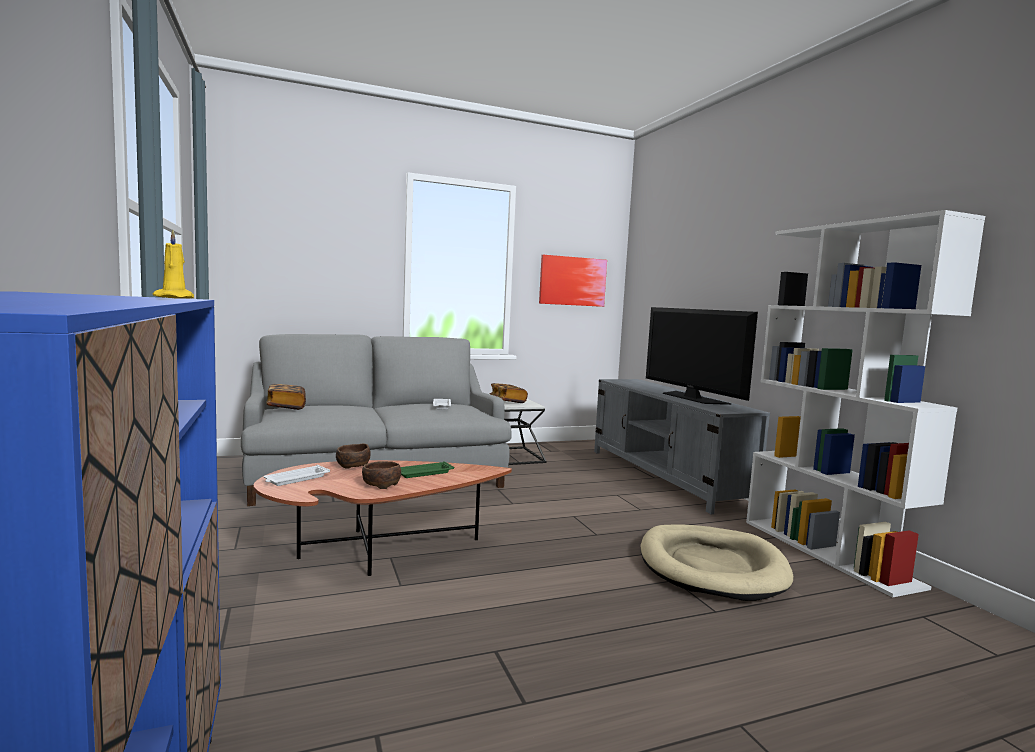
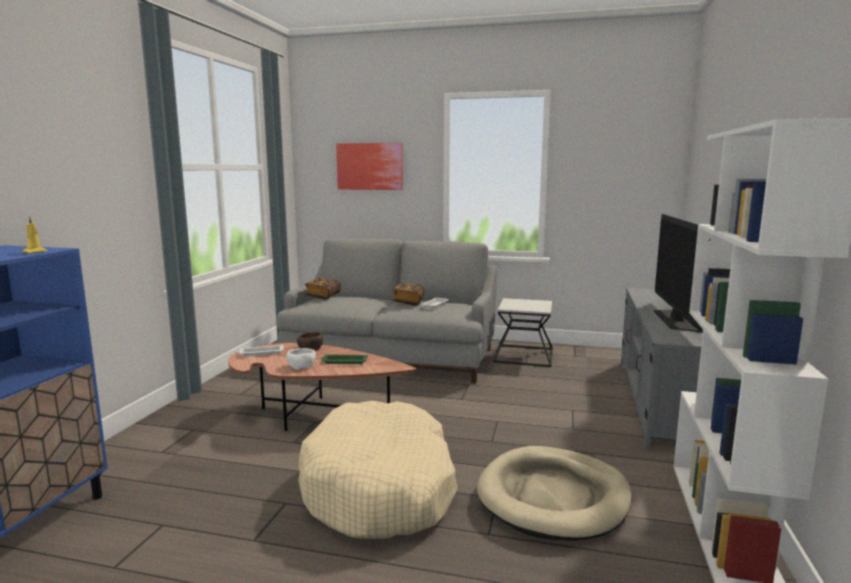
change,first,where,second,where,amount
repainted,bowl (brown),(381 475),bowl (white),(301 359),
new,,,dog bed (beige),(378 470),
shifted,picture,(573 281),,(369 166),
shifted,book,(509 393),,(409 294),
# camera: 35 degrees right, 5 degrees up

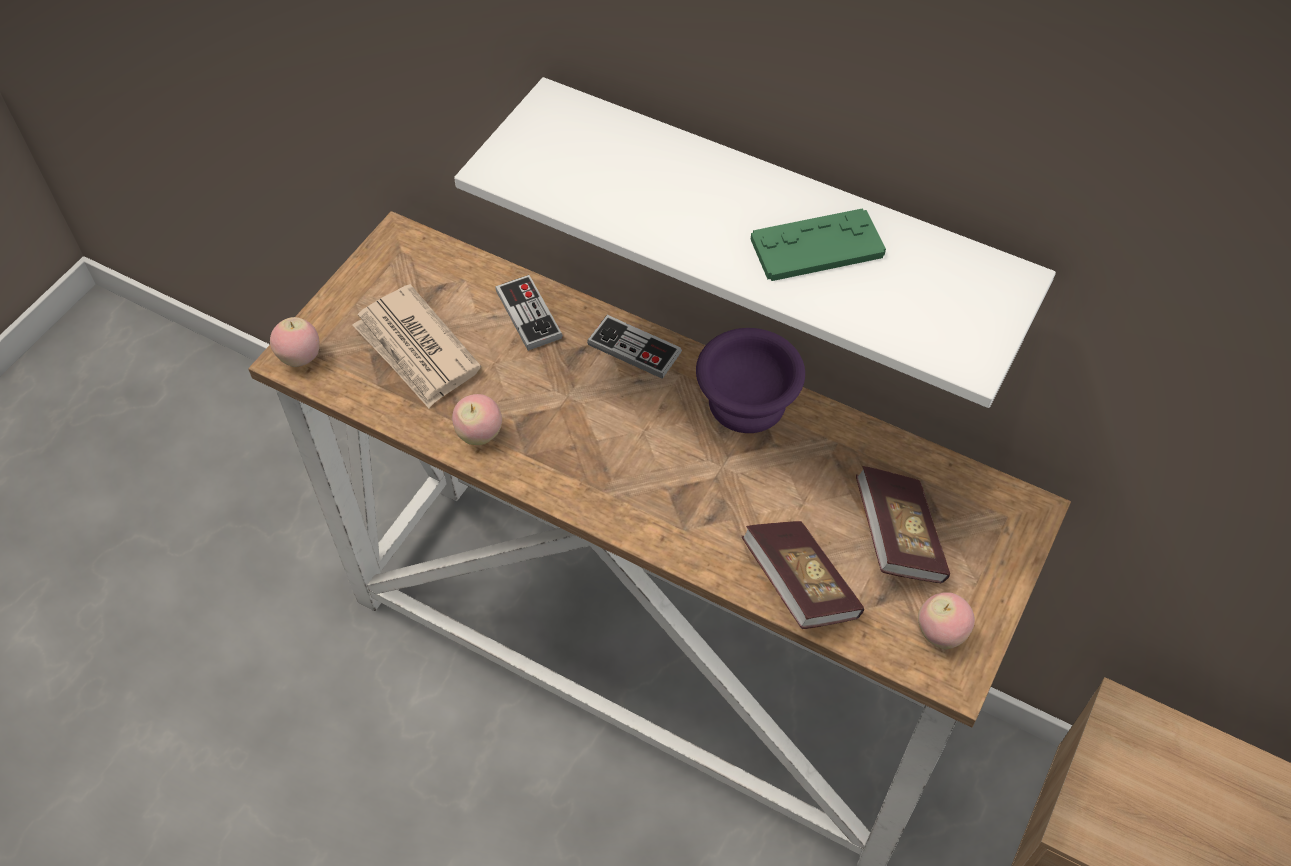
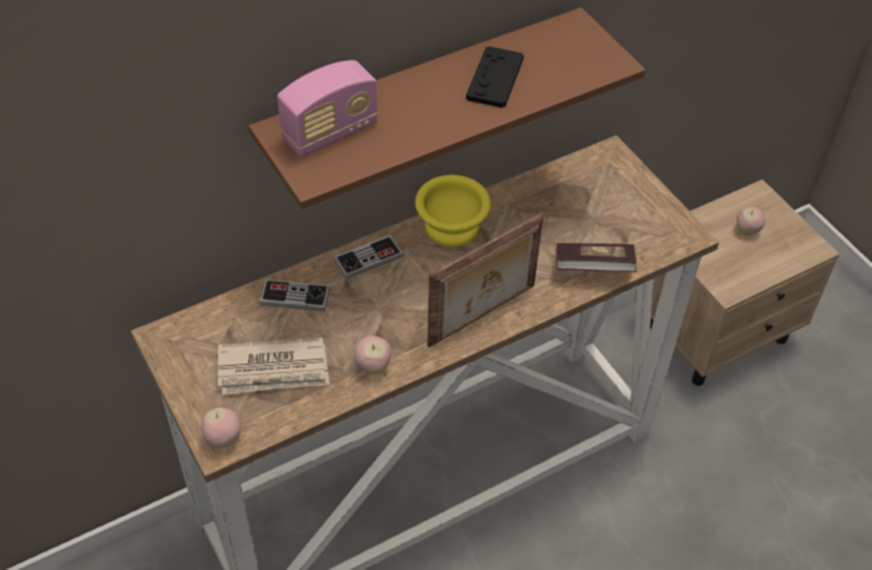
change,first,where,second,where,amount
repainted,shelf (white),(755 242),shelf (brown),(447 108),
new,,,radio,(327 108),
repainted,bowl (purple),(750 380),bowl (yellow),(453 211),
new,,,picture frame,(485 279),
repainted,game controller (green),(818 244),game controller (black),(495 77),
shifted,apple,(946 620),,(751 220),
gone,book,(903 524),,,
# camera: 60 degrees left, 5 degrees down

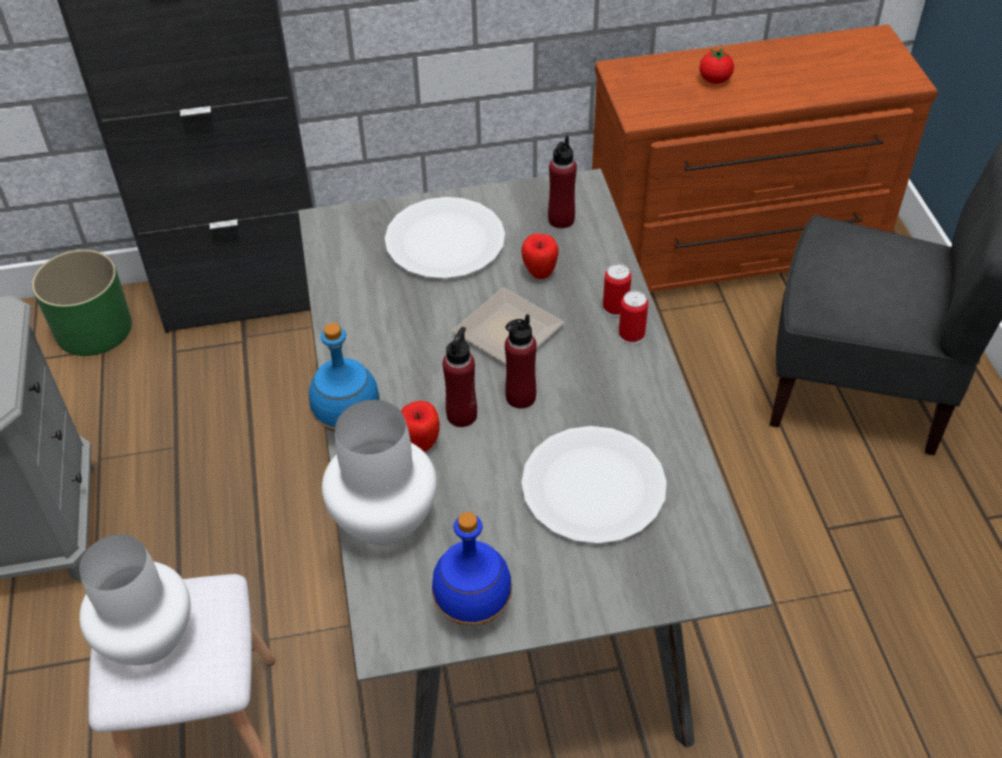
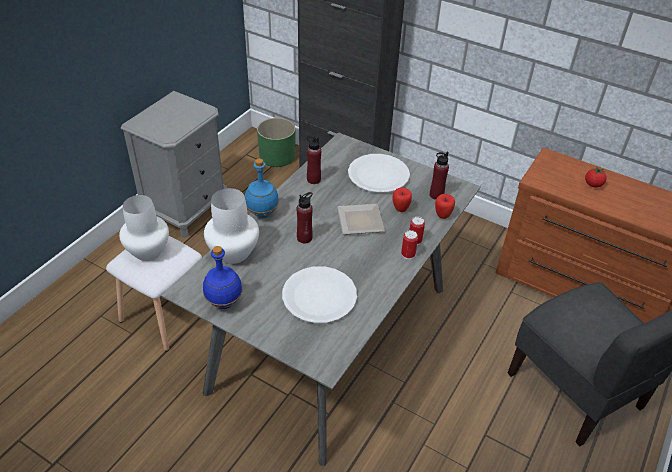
change,first,where,second,where,amount
shifted,bottle (red),(521 361),,(314 160),
shifted,apple,(420 426),,(445 206),
# camera: 40 degrees right, 5 degrees down

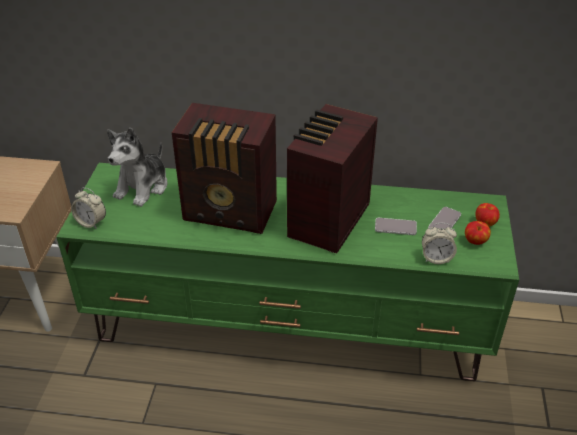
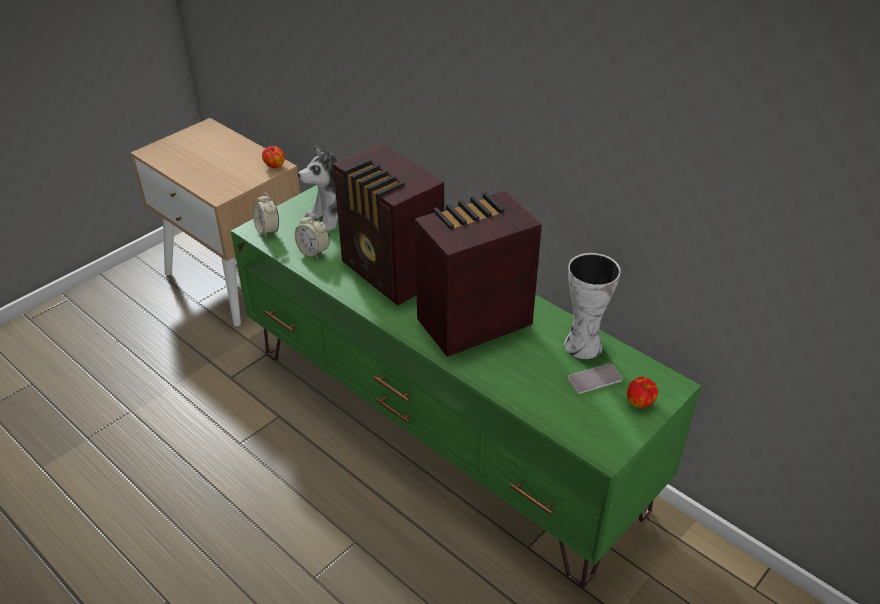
change,first,where,second,where,amount
shifted,apple,(478 233),,(273 157),
shifted,alarm clock,(439 243),,(312 236),
new,,,vase,(592 306),
gone,phone,(396 226),,,
# camera: 35 degrees right, 0 degrees up

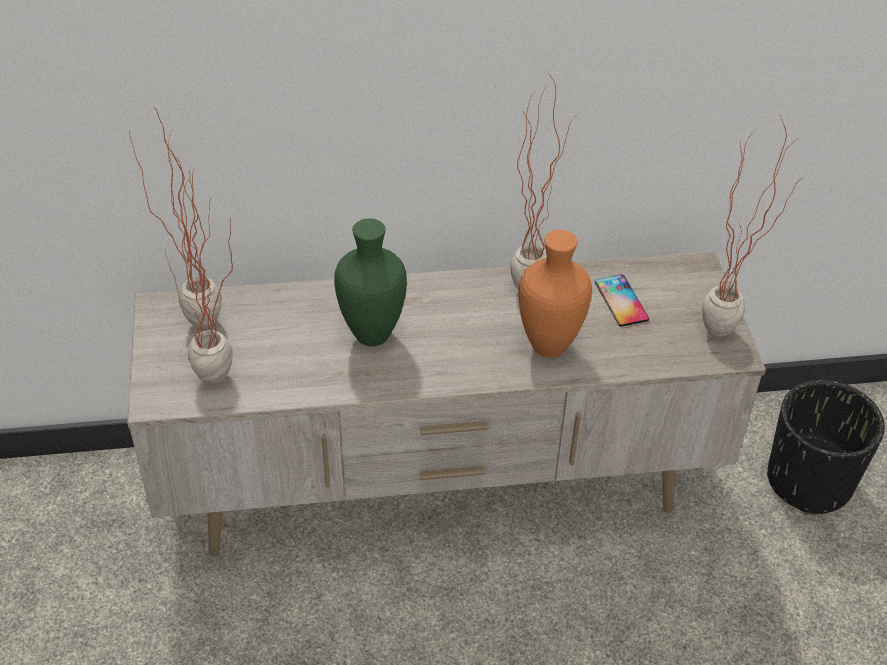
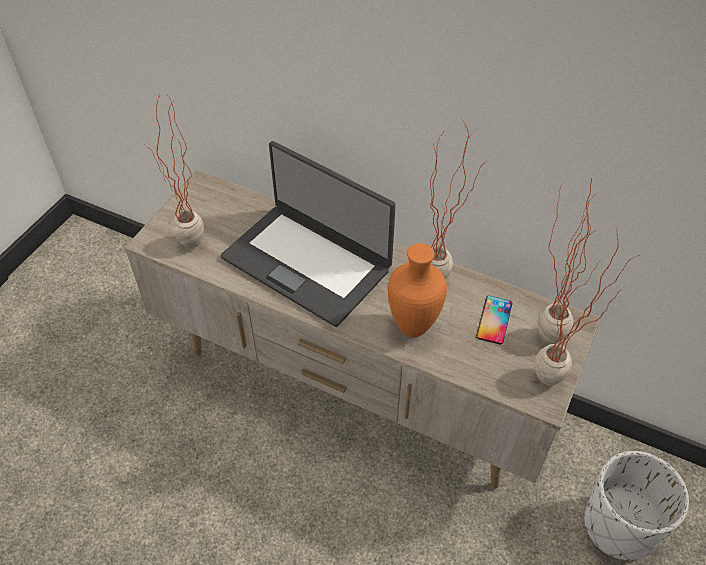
change,first,where,second,where,amount
swapped,vase (green),(370 282),laptop,(308 234),
shifted,potted plant,(175 219),,(569 261),
repainted,planter (black),(826 447),planter (white),(636 505),
# camera: 35 degrees right, 5 degrees up

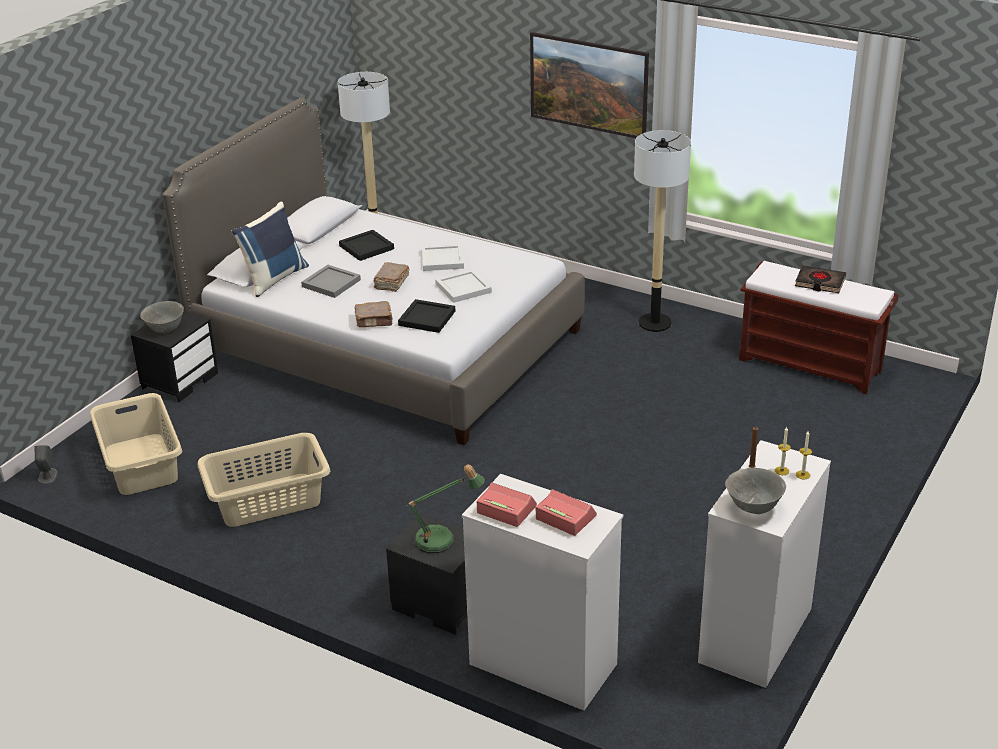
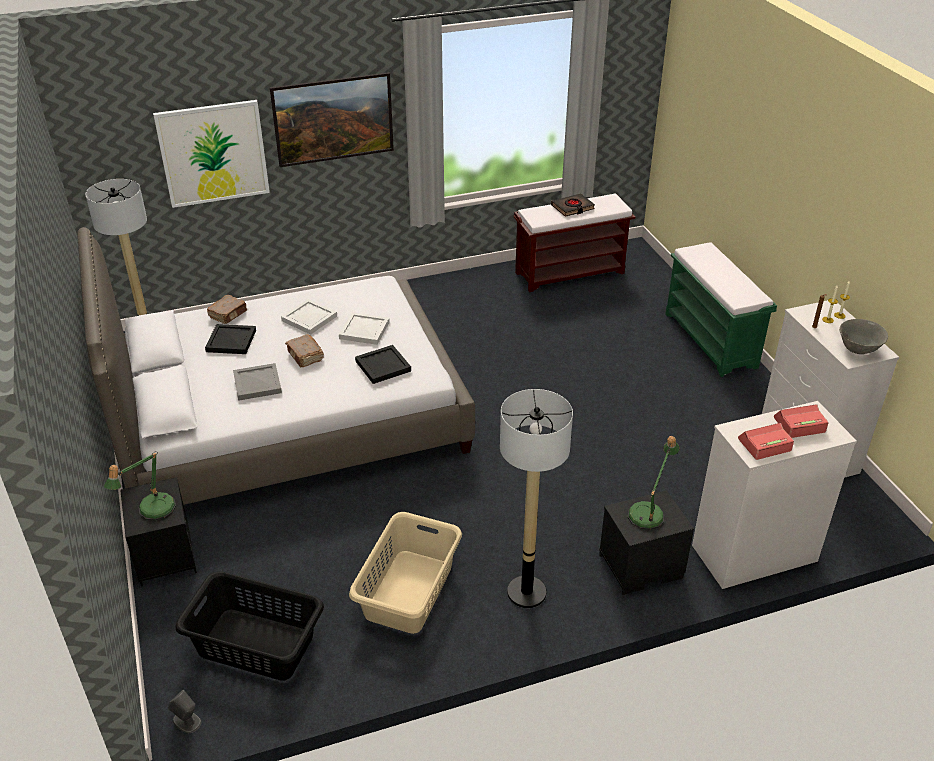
change,first,where,second,where,amount
swapped,bowl (grey),(162 317),table lamp,(140 486),
new,,,picture,(211 154),
repainted,laundry basket (beige),(136 444),laundry basket (black),(250 626),
shifted,book (brown),(374 314),,(227 309),
shifted,floor lamp,(662 231),,(536 498),
new,,,bench (green),(721 309),
gone,pillow (blue),(270 249),,,
# camera: 50 degrees left, 5 degrees up

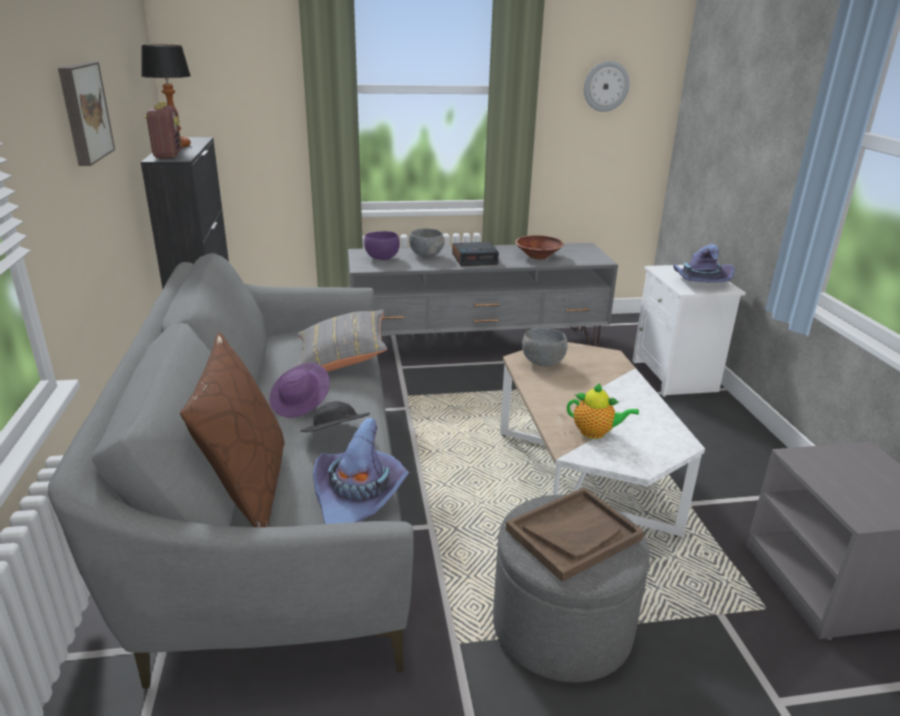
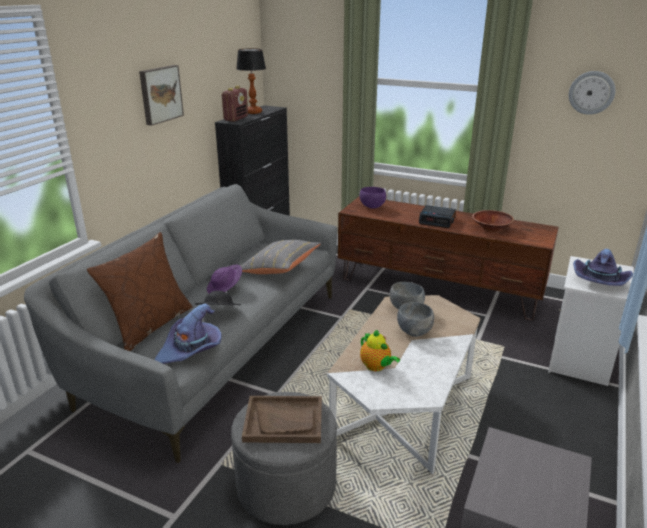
change,first,where,second,where,amount
repainted,tv stand (grey),(483 295),tv stand (brown),(448 258),
shifted,bowl (grey),(426 243),,(415 319),
# camera: 35 degrees right, 0 degrees up

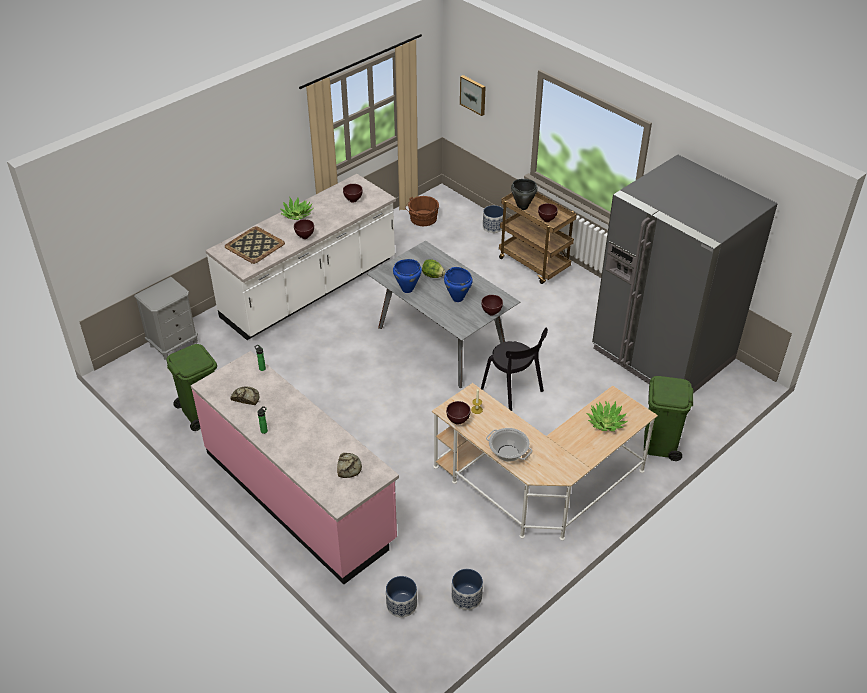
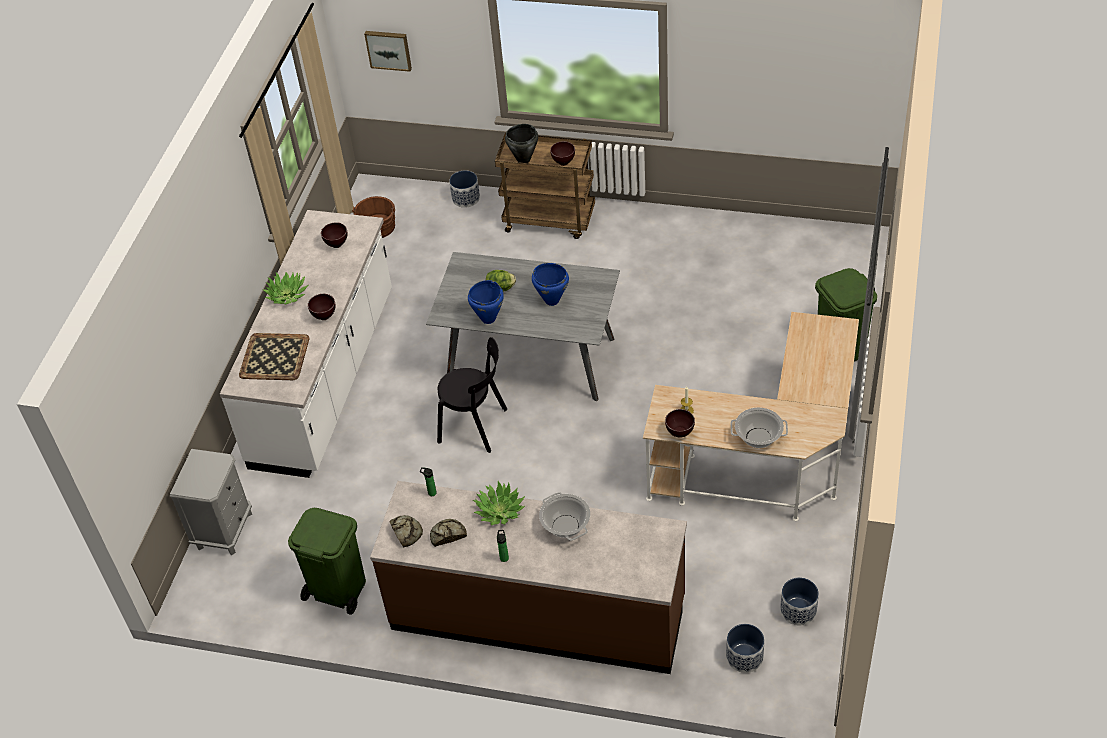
change,first,where,second,where,amount
repainted,counter (pink),(295 467),counter (brown),(528 577),
shifted,bread,(349 465),,(406 531),
shifted,chair (black),(514 369),,(472 395),
shifted,potted plant,(607 416),,(499 503),
new,,,cooking pot,(564 516),
gone,bowl (brown),(492 305),,,
gone,fridge (grey),(685 274),,,
# camera: 30 degrees left, 5 degrees up

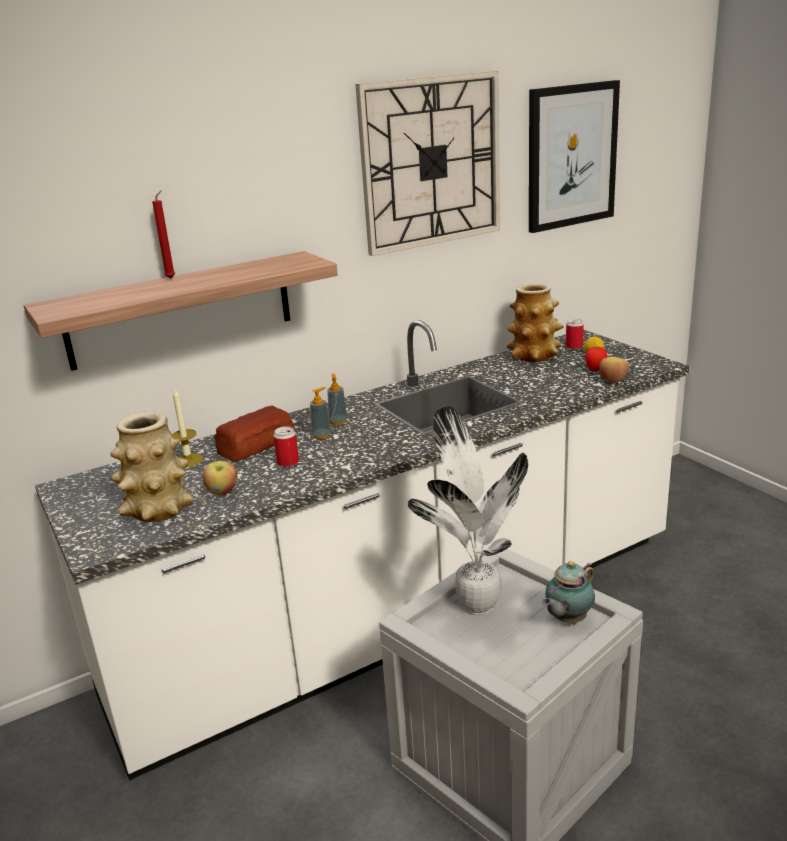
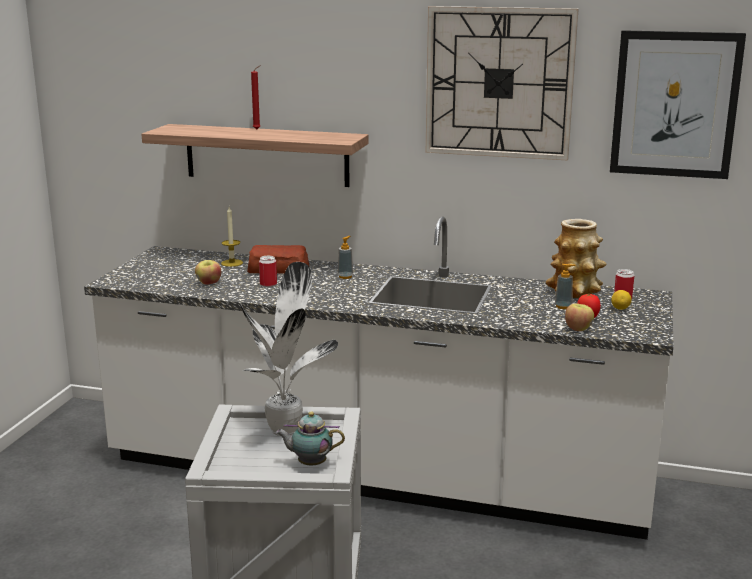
change,first,where,second,where,amount
shifted,soap dispenser,(320 413),,(565 286),
gone,vase,(152 466),,,
# camera: 45 degrees right, 5 degrees down

